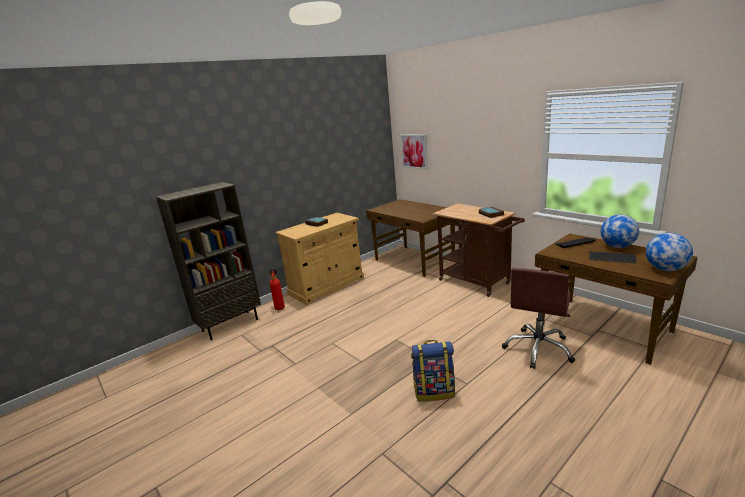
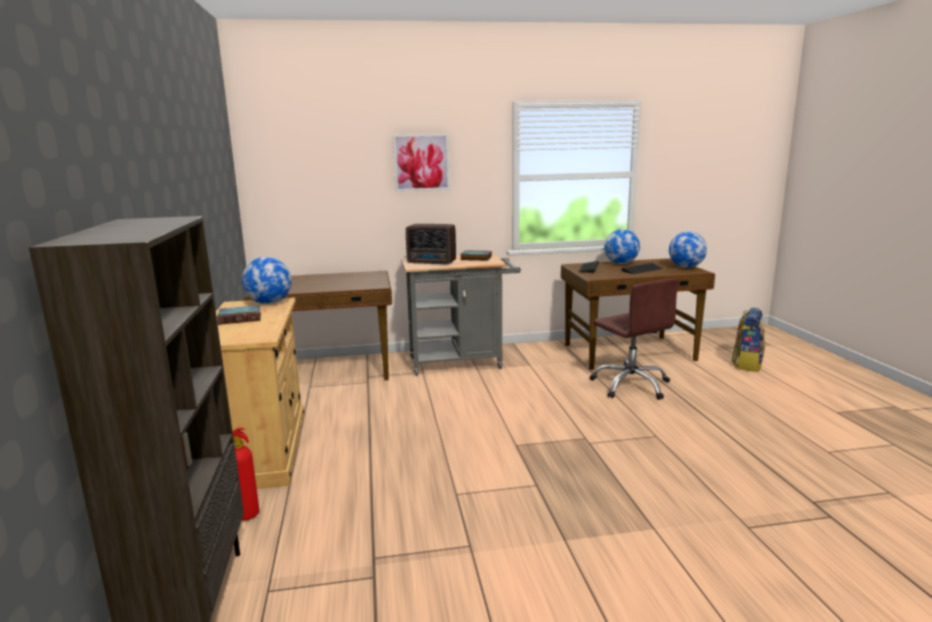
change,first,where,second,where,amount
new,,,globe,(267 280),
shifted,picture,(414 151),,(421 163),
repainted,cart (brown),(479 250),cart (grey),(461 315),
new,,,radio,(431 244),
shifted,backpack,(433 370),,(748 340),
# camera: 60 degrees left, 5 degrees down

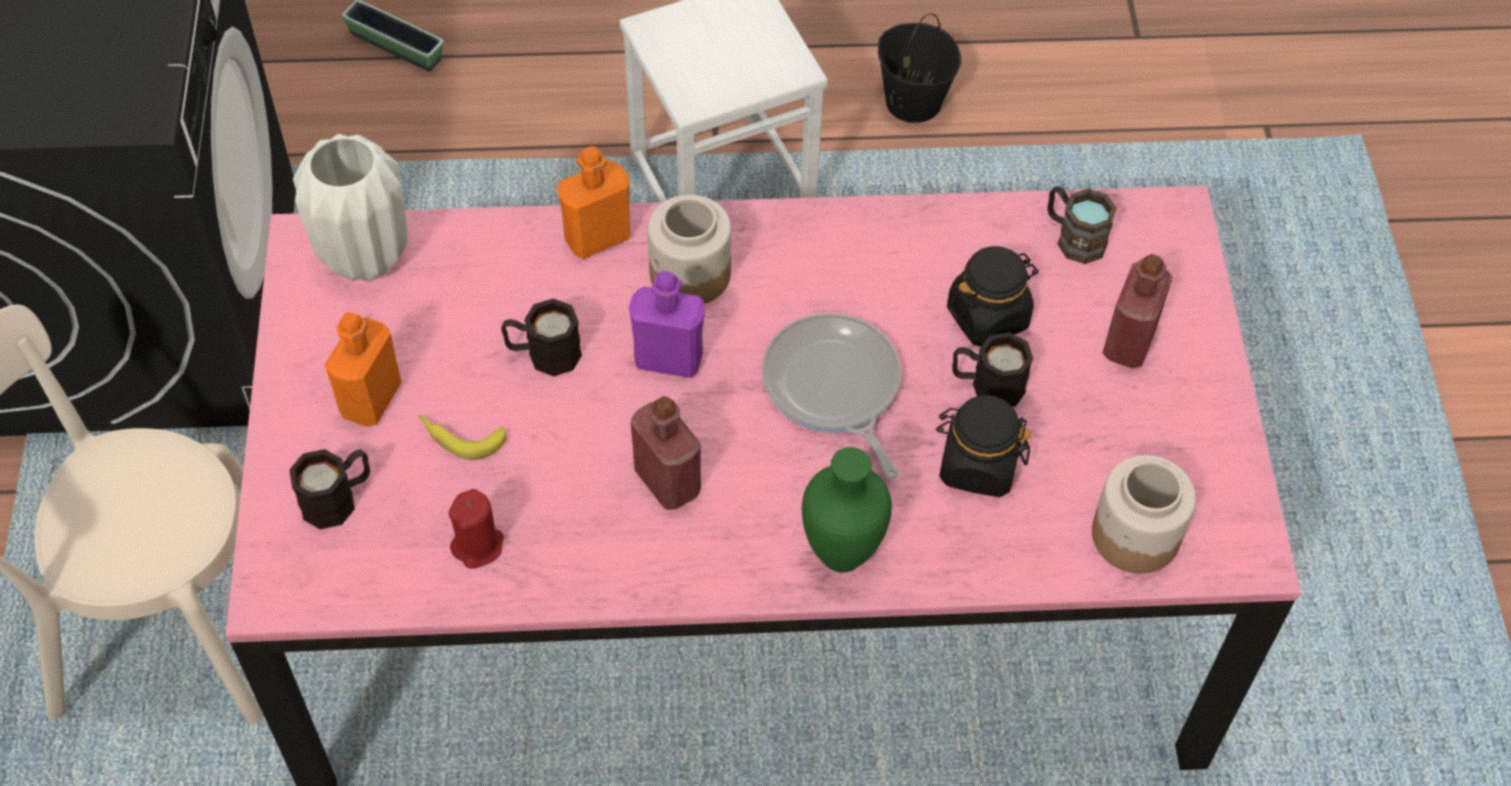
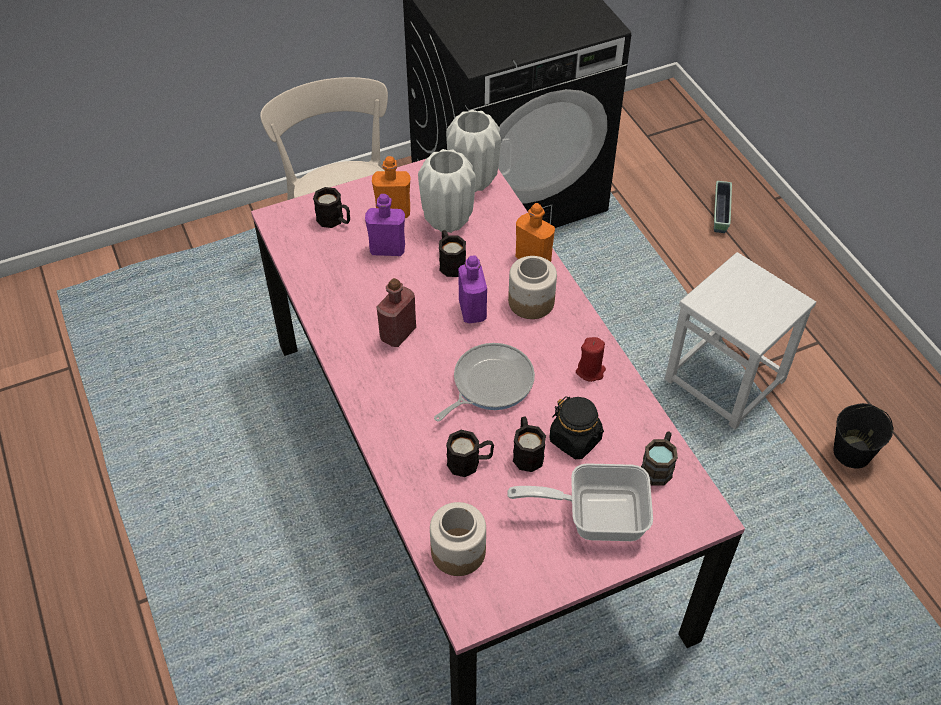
change,first,where,second,where,amount
swapped,banana,(462 437),bottle (purple),(385 225),
new,,,vase (white),(447 191),
swapped,jar (black),(983 446),mug (black),(470 453),
swapped,bottle (red),(1137 311),frying pan,(580 502),
shifted,candle (red),(476 529),,(591 359),
gone,vase (green),(847 509),,,
# camera: 70 degrees right, 5 degrees down

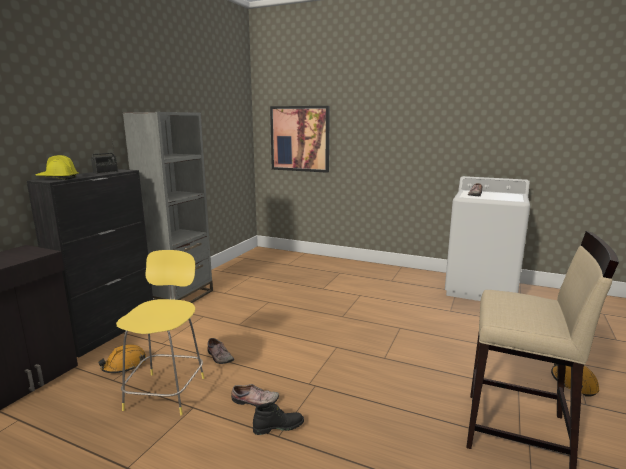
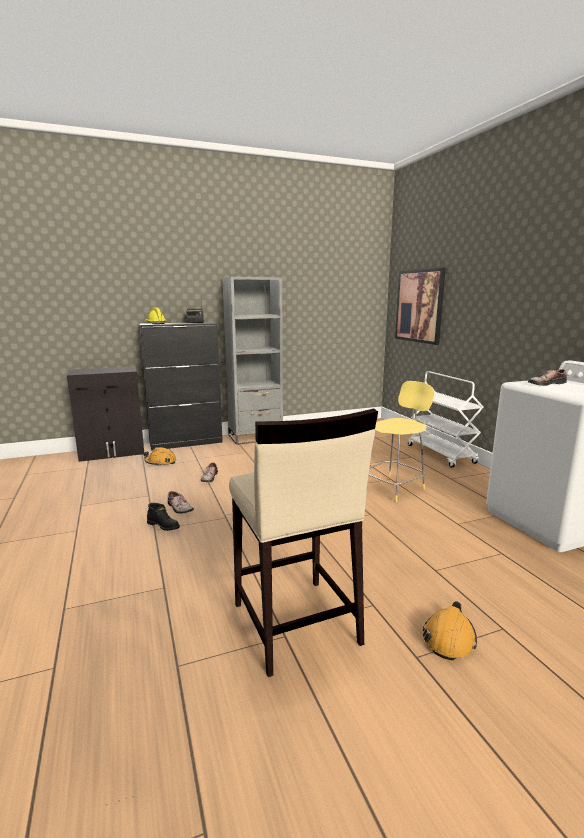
change,first,where,second,where,amount
shifted,stool (yellow),(160 332),,(402 441),
new,,,cart (white),(446 419),
# camera: 45 degrees right, 0 degrees up

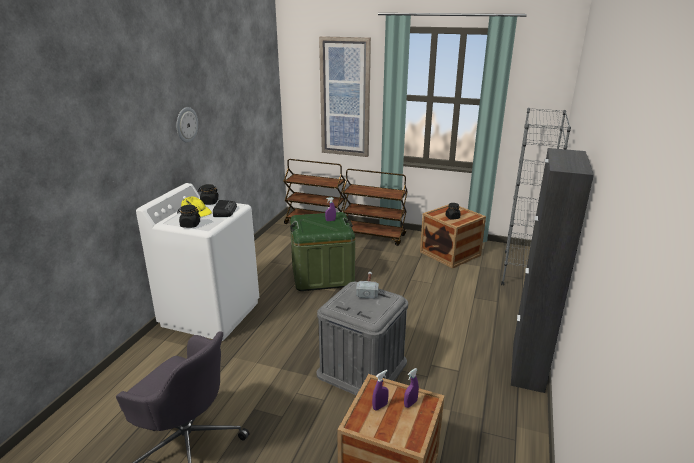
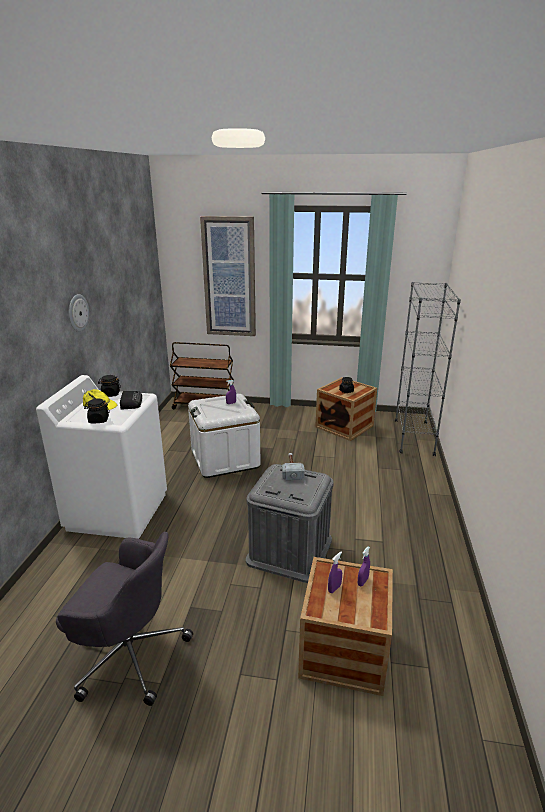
change,first,where,second,where,amount
repainted,storage box (green),(322 251),storage box (white),(224 436),
gone,cart (brown),(375 207),,,
gone,cabinet (black),(552 270),,,
# camera: 10 degrees left, 0 degrees up

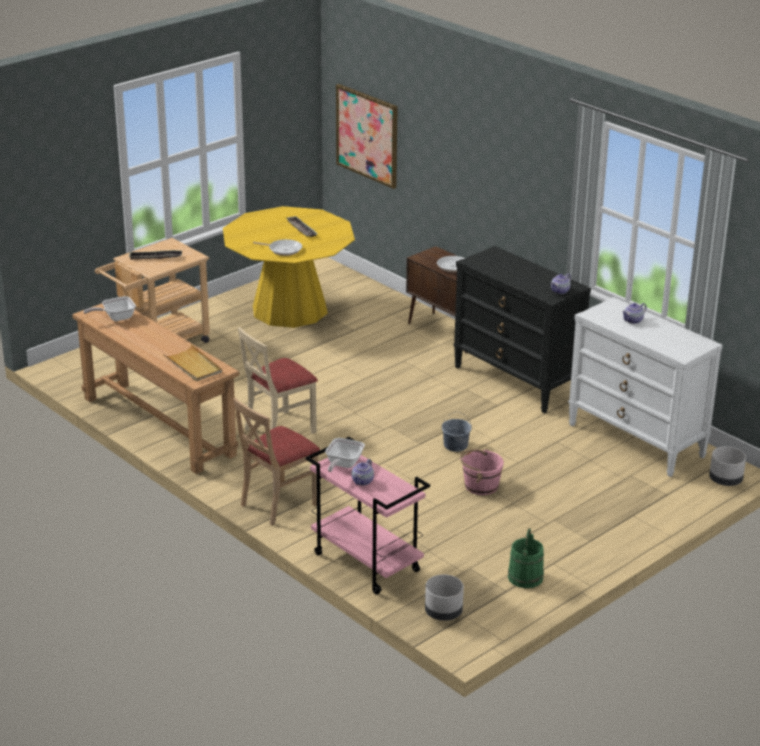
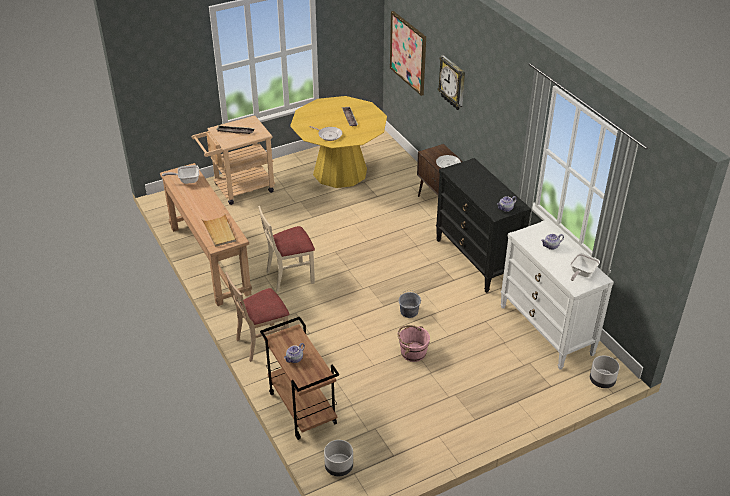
change,first,where,second,where,amount
repainted,cart (pink),(367 516),cart (brown),(299 378),
new,,,wall clock,(451 82),
shifted,frying pan,(345 455),,(585 267),
gone,bucket (green),(526 558),,,
# camera: 15 degrees right, 10 degrees up

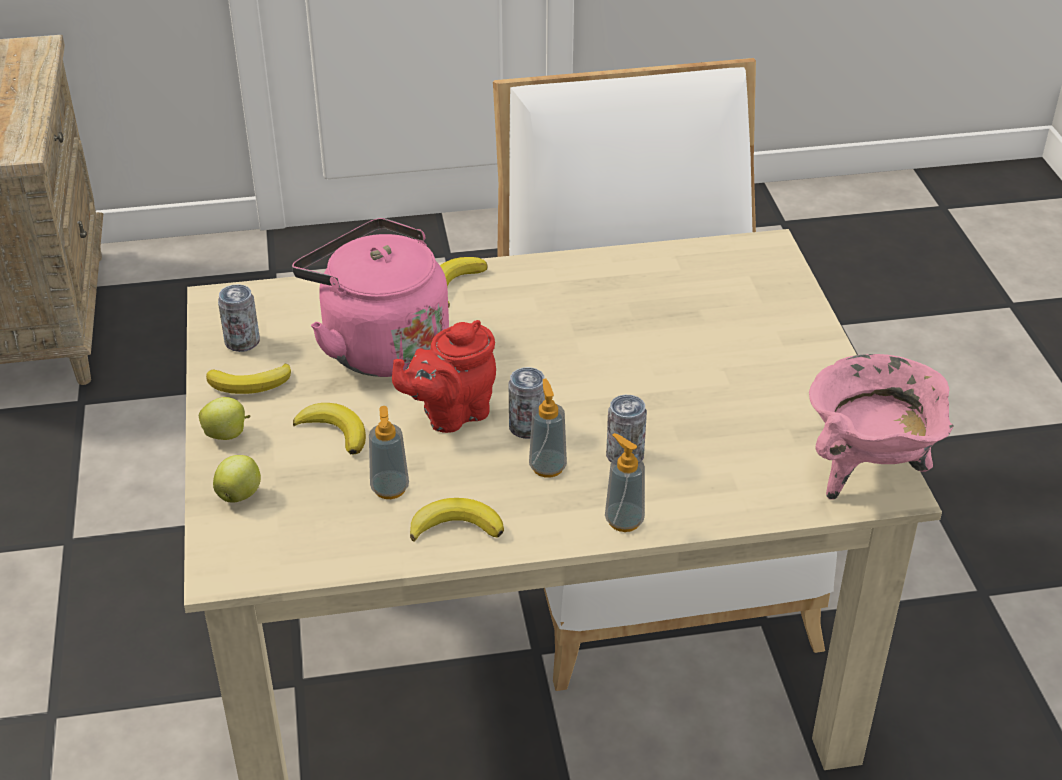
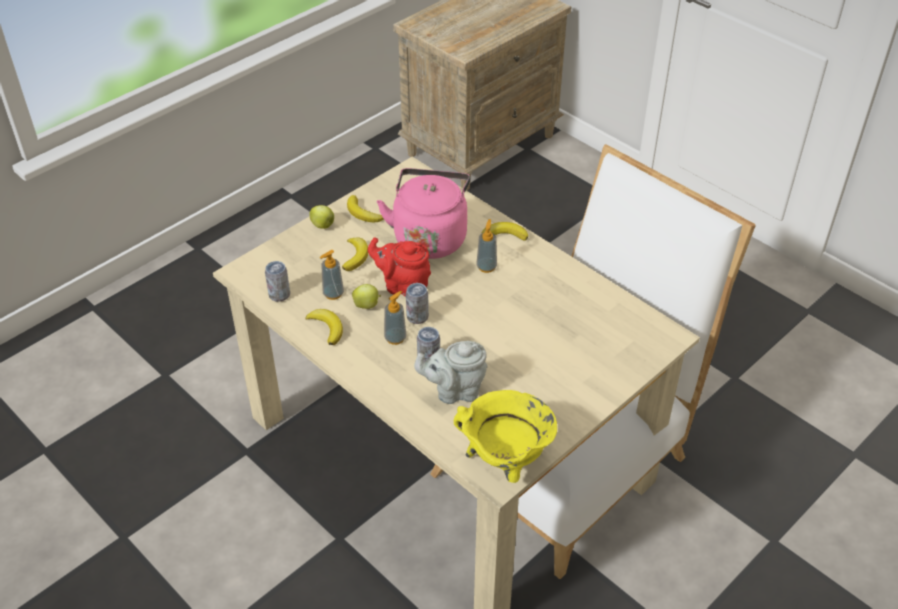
change,first,where,second,where,amount
shifted,can,(239 318),,(277 281),
shifted,apple,(237 479),,(366 296),
new,,,teapot (grey),(451 372),
repainted,cooking pot (pink),(881 427),cooking pot (yellow),(505 436),
shifted,soap dispenser,(625 482),,(487 246),
# camera: 55 degrees right, 5 degrees up

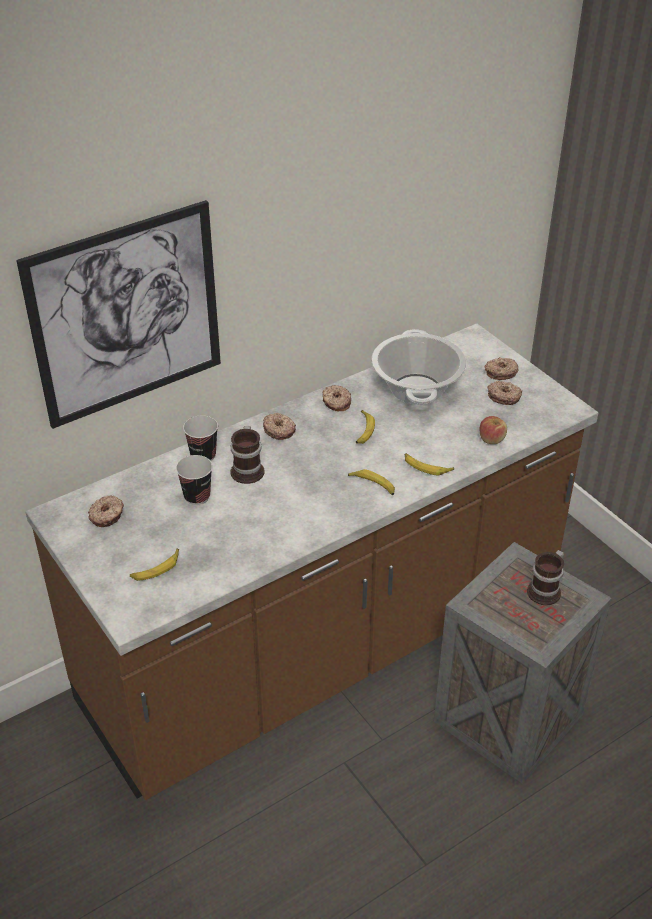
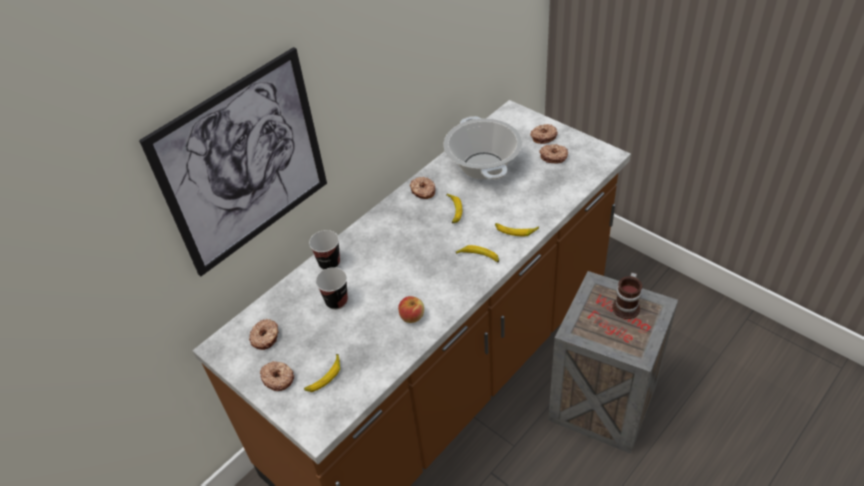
change,first,where,second,where,amount
shifted,donut,(279 426),,(277 376),
shifted,apple,(493 430),,(411 309),
gone,mug,(247 455),,,
# camera: 10 degrees left, 5 degrees up

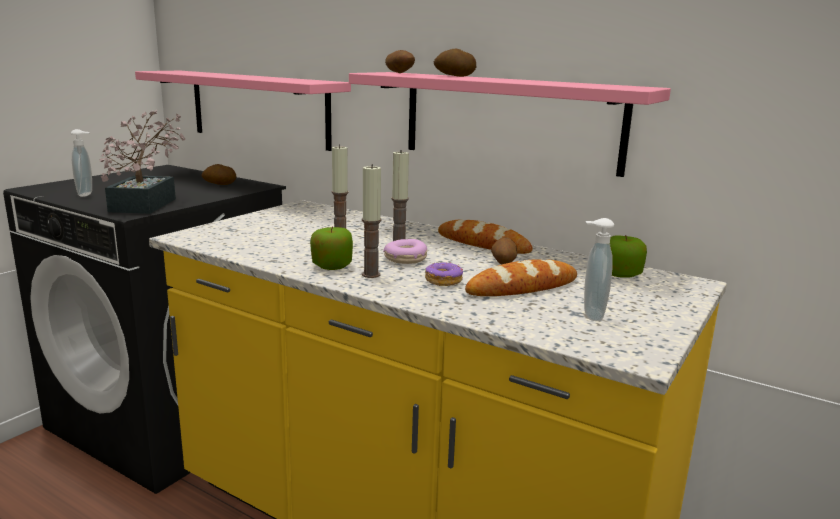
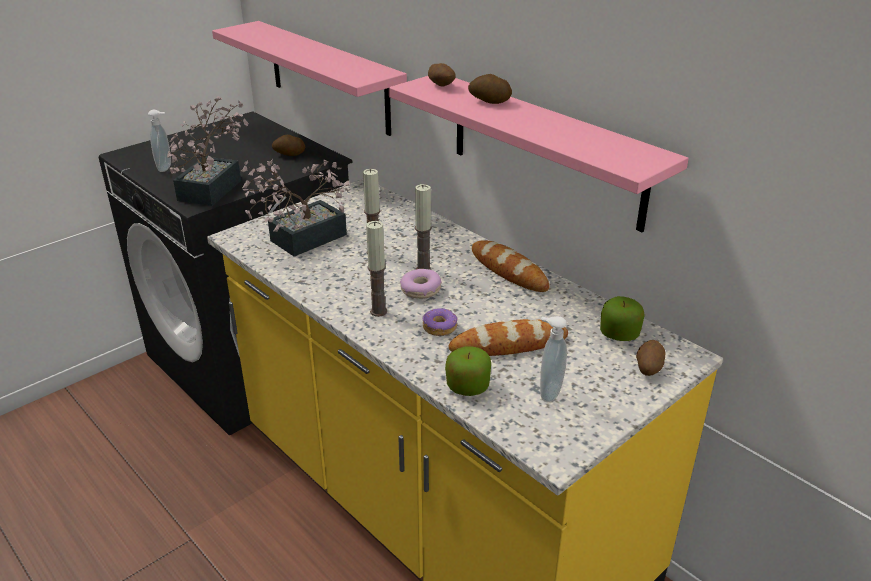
change,first,where,second,where,amount
new,,,potted plant,(295 208),
shifted,apple,(331 248),,(468 371),
shifted,potato,(504 250),,(650 358),
# camera: 15 degrees right, 15 degrees up

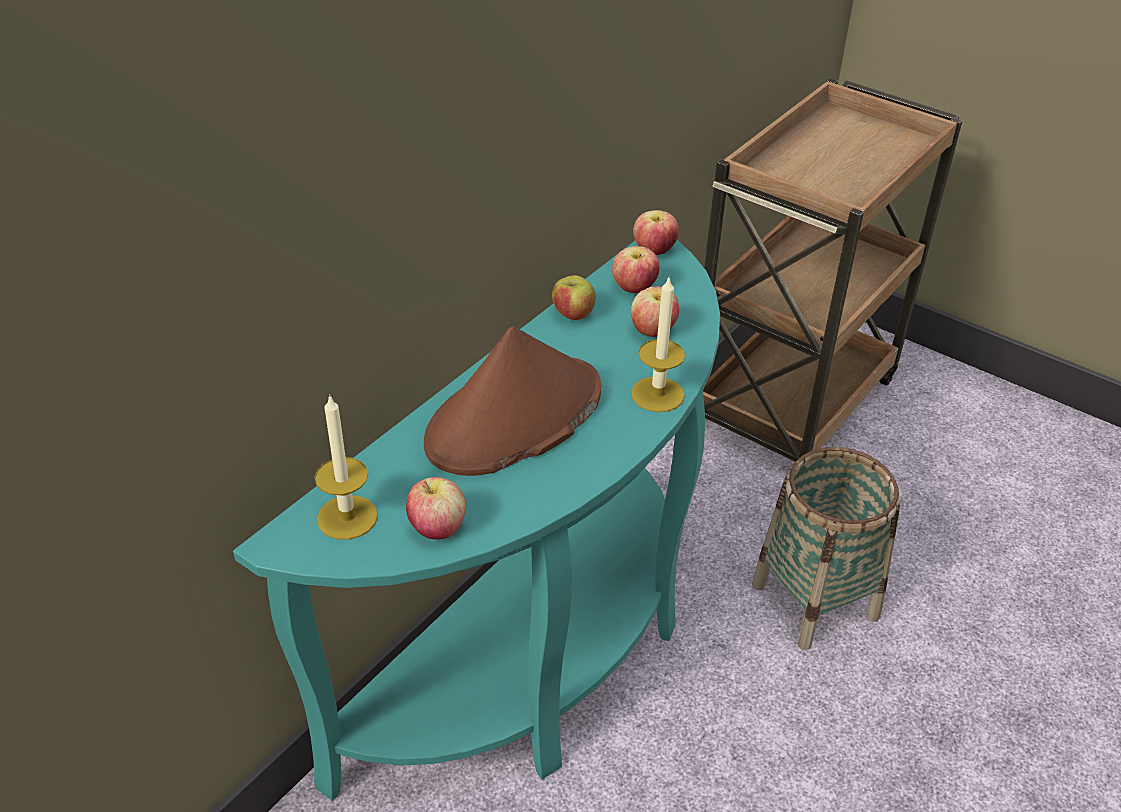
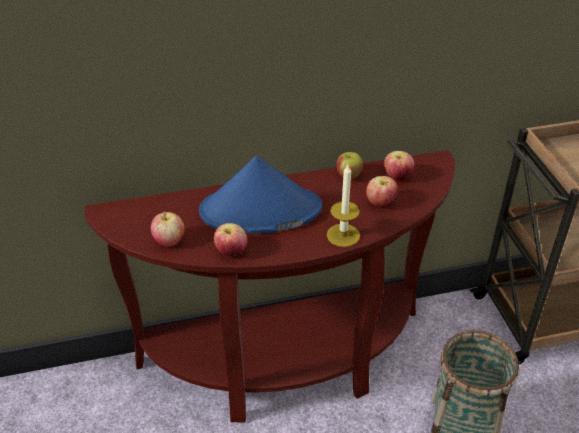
change,first,where,second,where,amount
repainted,console table (turquoise),(476 520),console table (brown),(269 286),
repainted,hat (brown),(512 401),hat (blue),(260 195),
shifted,apple,(656 232),,(230 240),
gone,candle,(346 467),,,
# camera: 40 degrees right, 0 degrees up

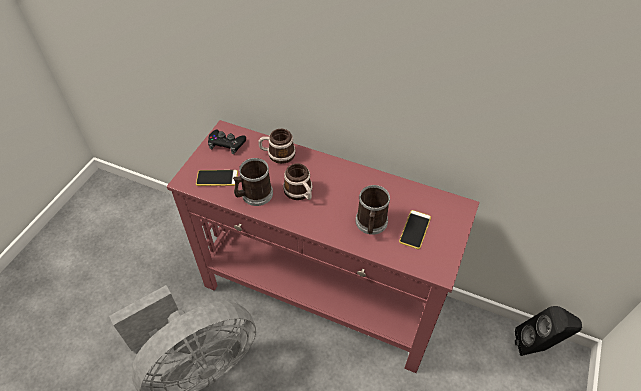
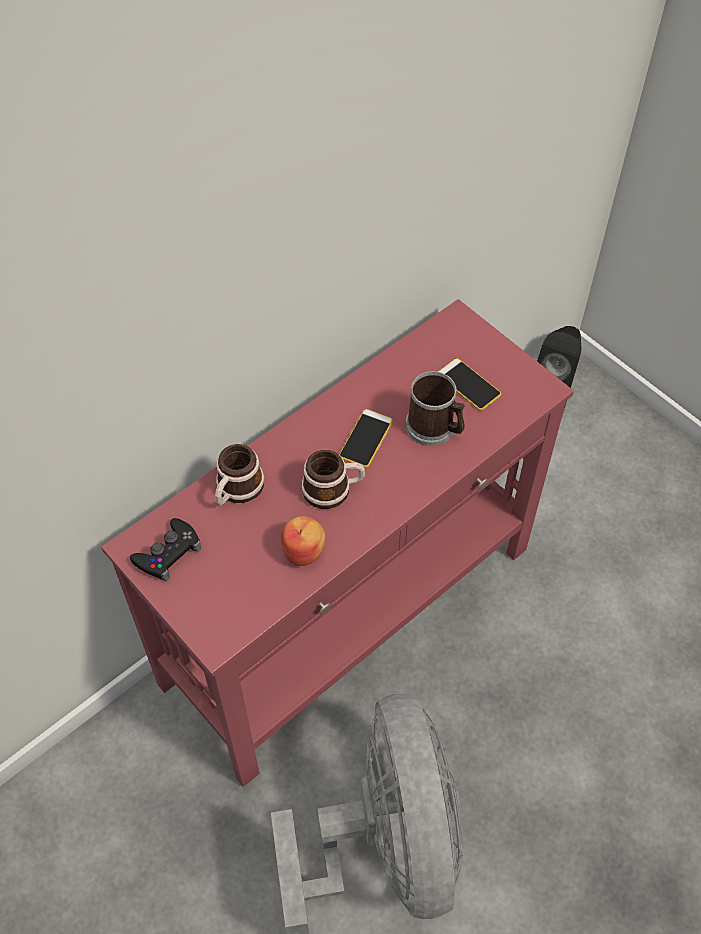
change,first,where,second,where,amount
swapped,mug,(253 182),apple,(303 541),
shifted,phone,(217 178),,(366 438),
# camera: 65 degrees left, 5 degrees up

